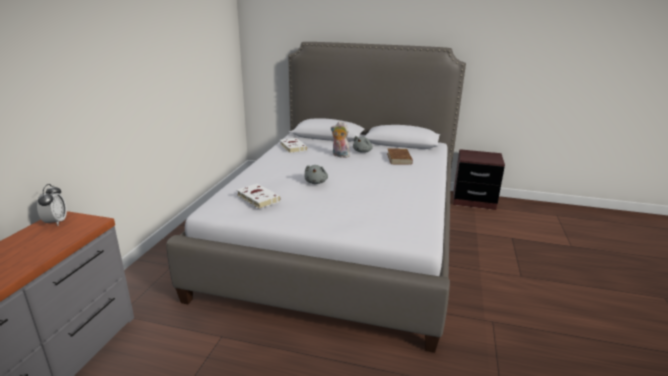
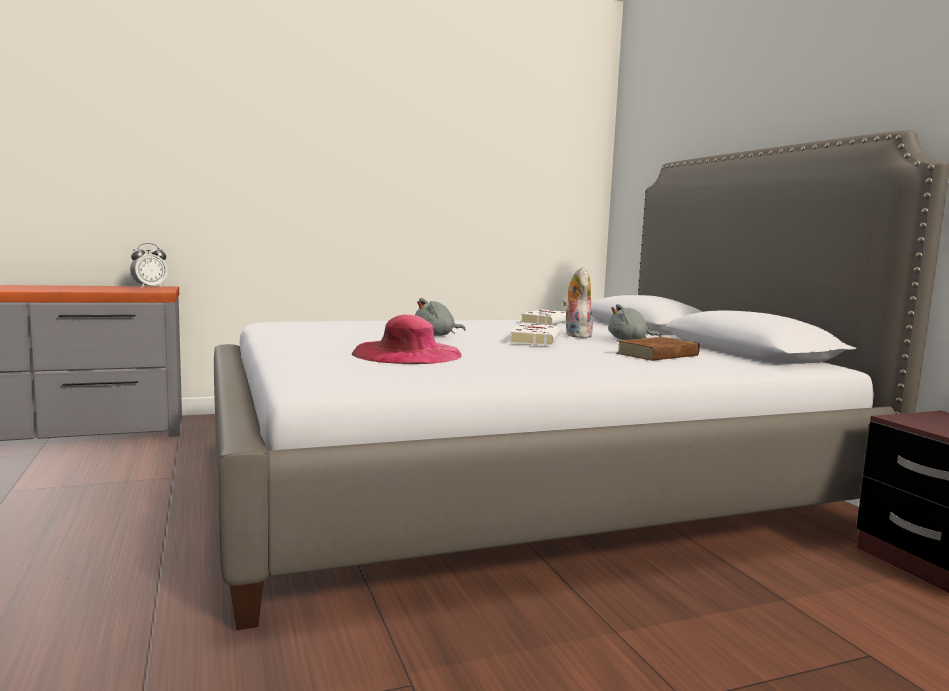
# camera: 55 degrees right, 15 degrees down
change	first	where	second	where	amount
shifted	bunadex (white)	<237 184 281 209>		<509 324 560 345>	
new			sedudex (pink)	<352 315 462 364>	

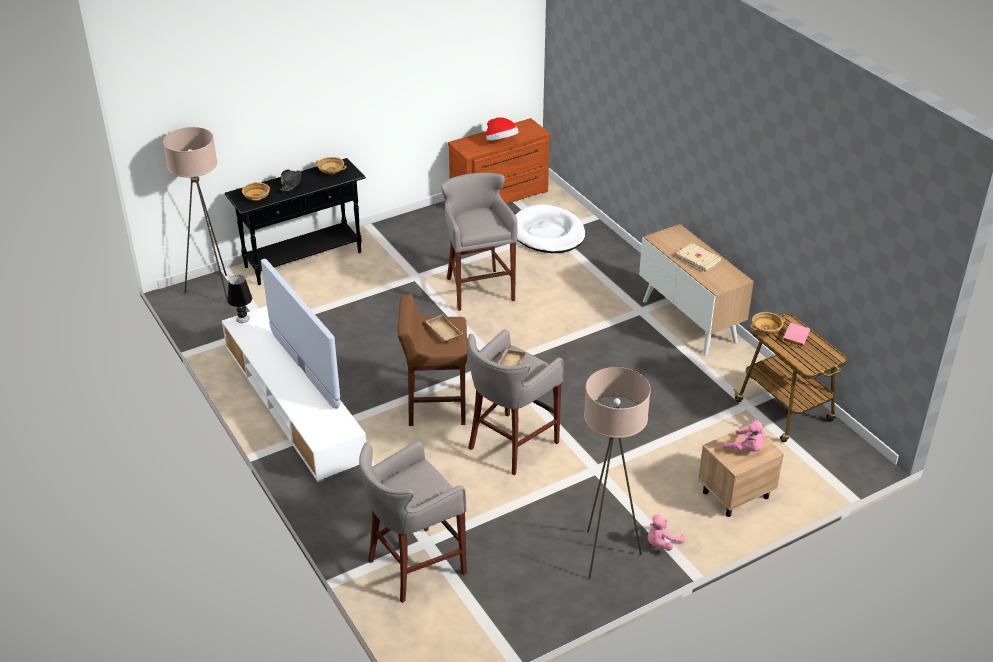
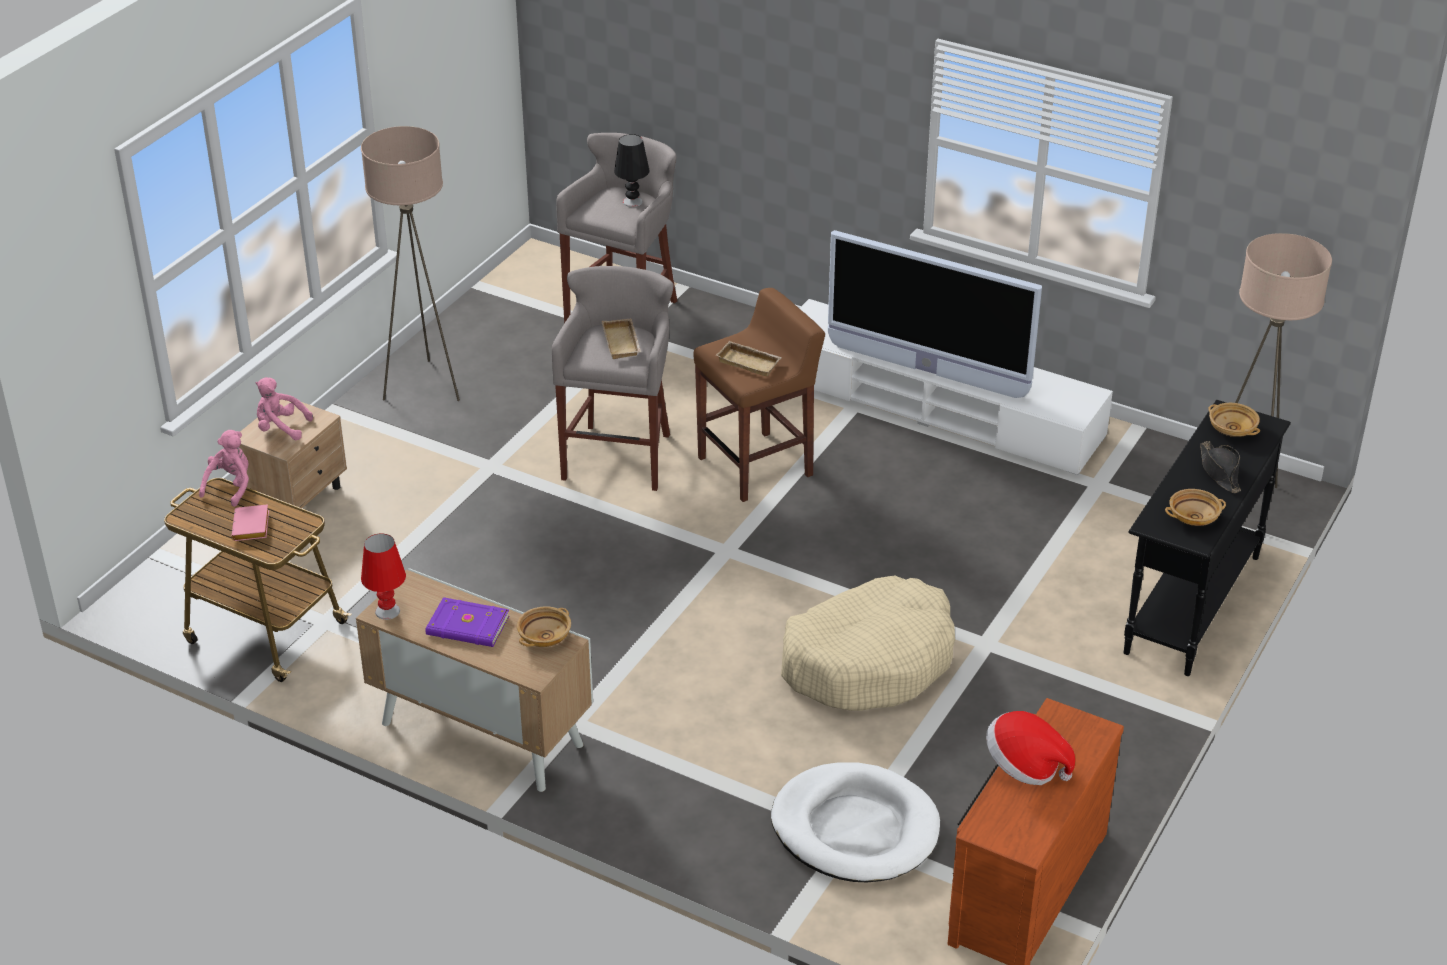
# camera: 150 degrees right, 0 degrees up
change	first	where	second	where	amount
swapped	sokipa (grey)	<441 173 517 311>	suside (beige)	<781 575 955 711>	
repainted	bunadex (beige)	<676 243 722 272>	bunadex (purple)	<425 597 509 647>	
shifted	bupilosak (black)	<228 275 252 323>		<614 134 649 207>	
shifted	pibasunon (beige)	<750 312 785 334>		<517 606 571 647>	
shifted	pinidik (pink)	<647 514 685 551>		<199 430 249 507>	
new			bupilosak (red)	<361 533 406 620>	

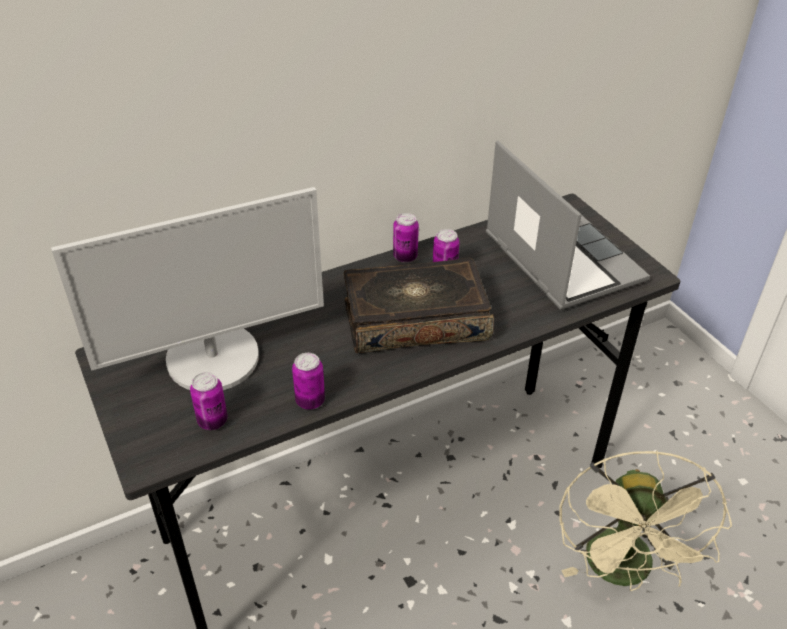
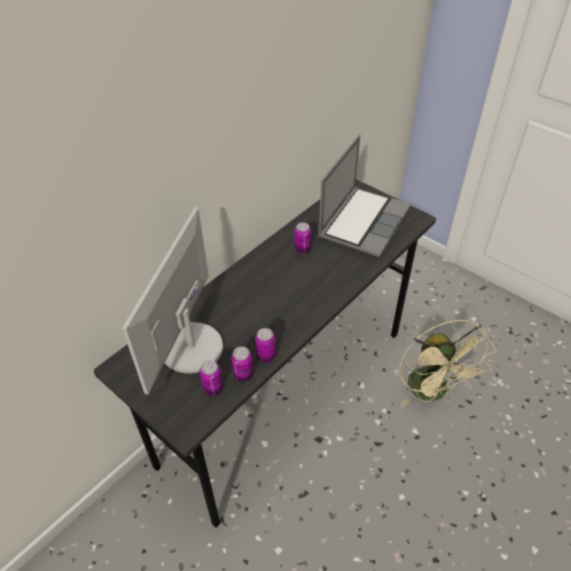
# camera: 20 degrees left, 5 degrees up
change	first	where	second	where	amount
rotated	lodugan	<486 141 650 310>		<318 135 411 257>	75 degrees clockwise
rotated	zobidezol	<51 187 324 390>		<122 207 223 395>	150 degrees clockwise
shifted	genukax	<393 213 419 263>		<231 347 253 382>	
gone	bunadex	<344 258 494 353>			

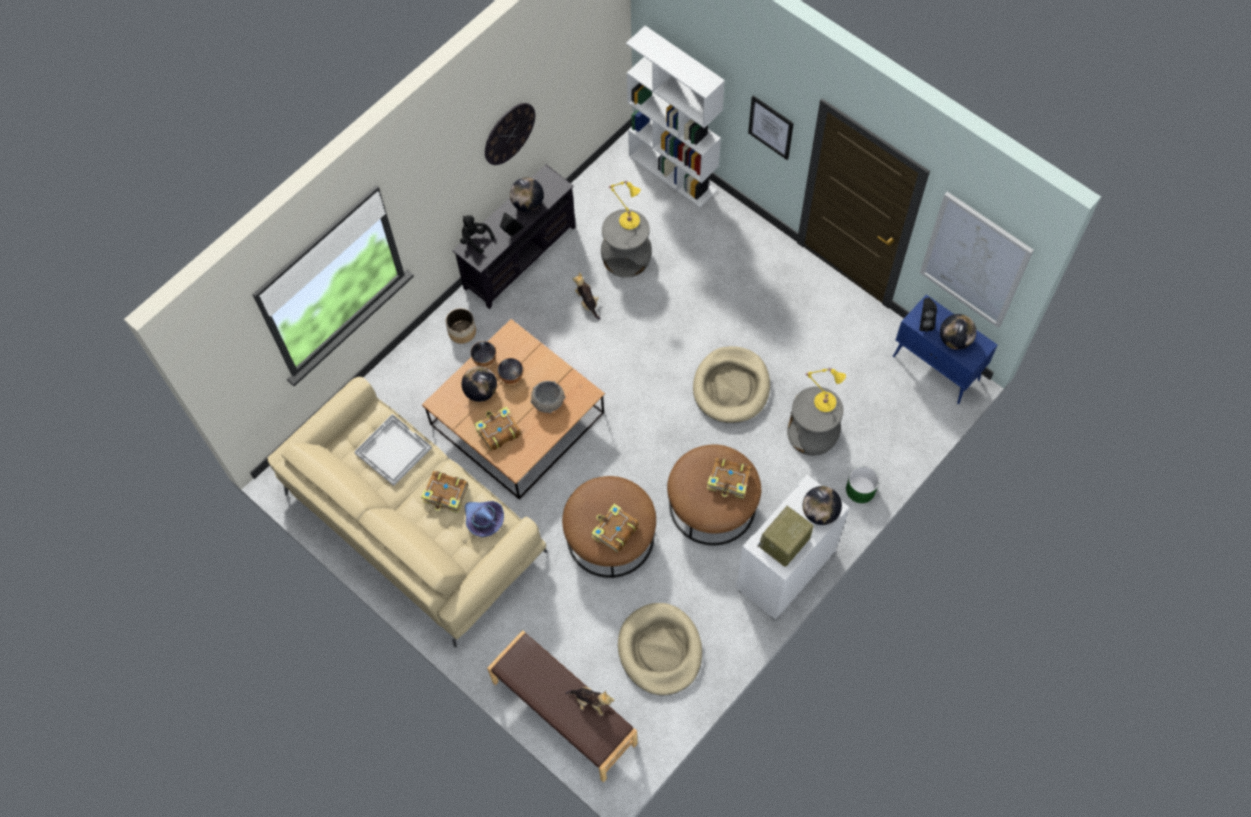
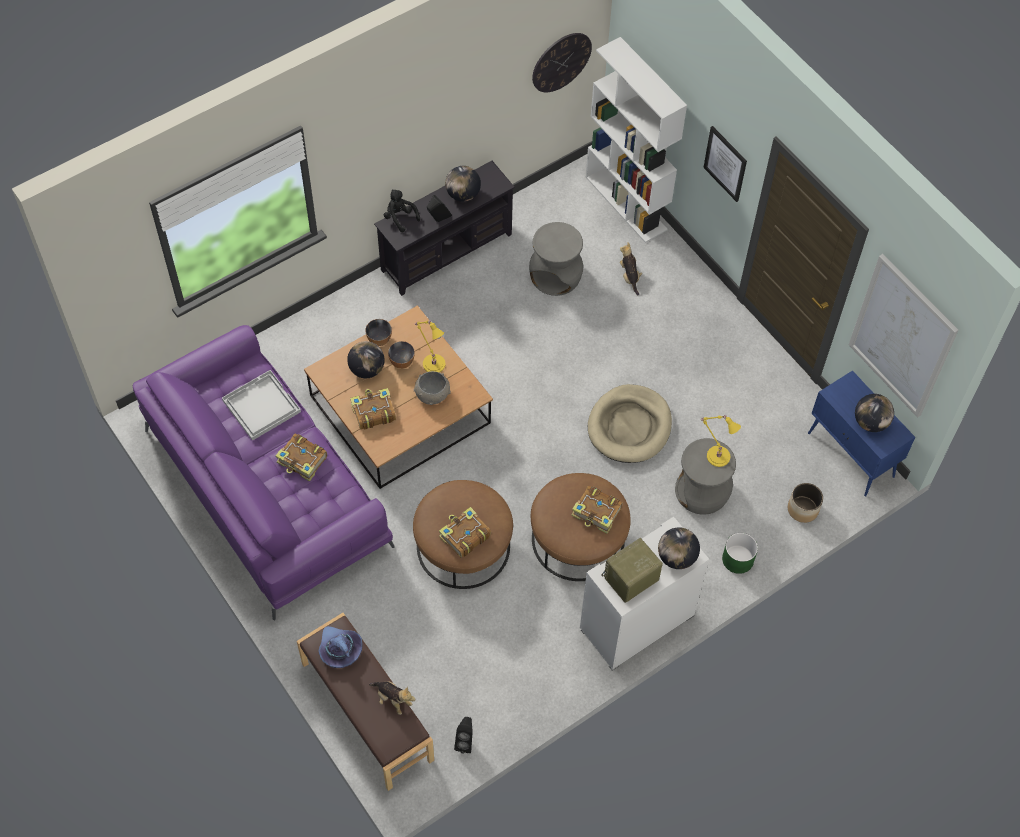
# camera: 10 degrees right, 5 degrees down
change	first	where	second	where	amount
shifted	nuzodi	<485 103 535 165>		<532 33 592 92>	
shifted	bupilosak (yellow)	<608 181 641 230>		<414 321 445 373>	
shifted	pinidik	<573 272 600 320>		<620 242 642 295>	
shifted	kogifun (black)	<920 298 937 332>		<454 717 473 754>	
shifted	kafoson	<446 308 476 344>		<788 483 823 523>	
repainted	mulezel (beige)	<267 377 548 648>	mulezel (purple)	<133 325 394 620>	
shifted	sedudex (purple)	<465 501 504 537>		<318 626 362 668>	
gone	suside (beige)	<618 603 702 696>			

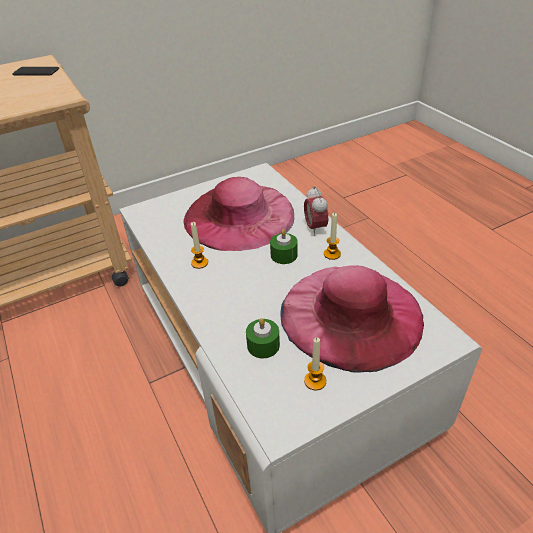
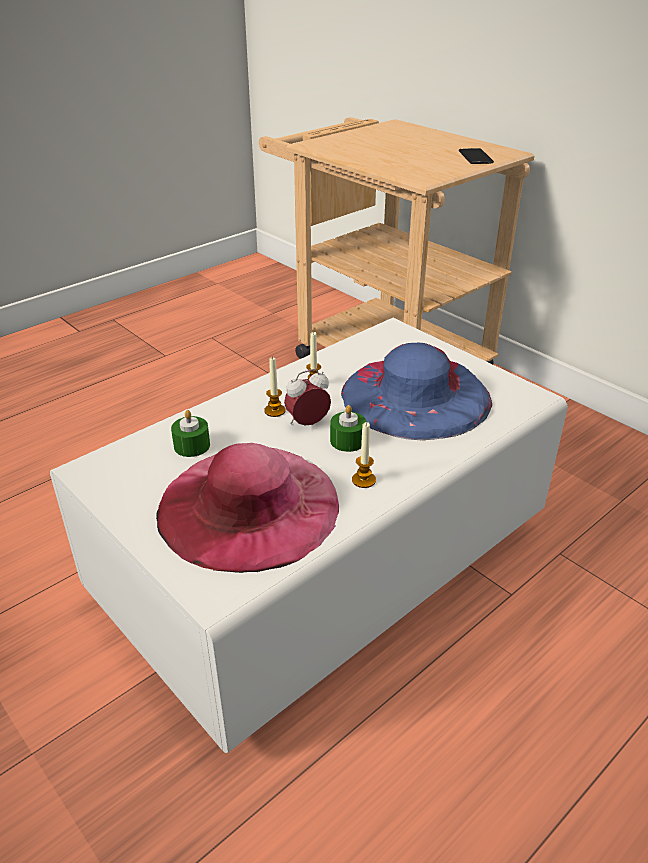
# camera: 75 degrees right, 5 degrees down
change	first	where	second	where	amount
repainted	sedudex (pink)	<183 177 294 251>	sedudex (blue)	<341 343 492 440>	
shifted	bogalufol	<304 186 328 236>		<284 369 331 425>	
shifted	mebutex	<304 338 326 390>		<264 356 285 417>	

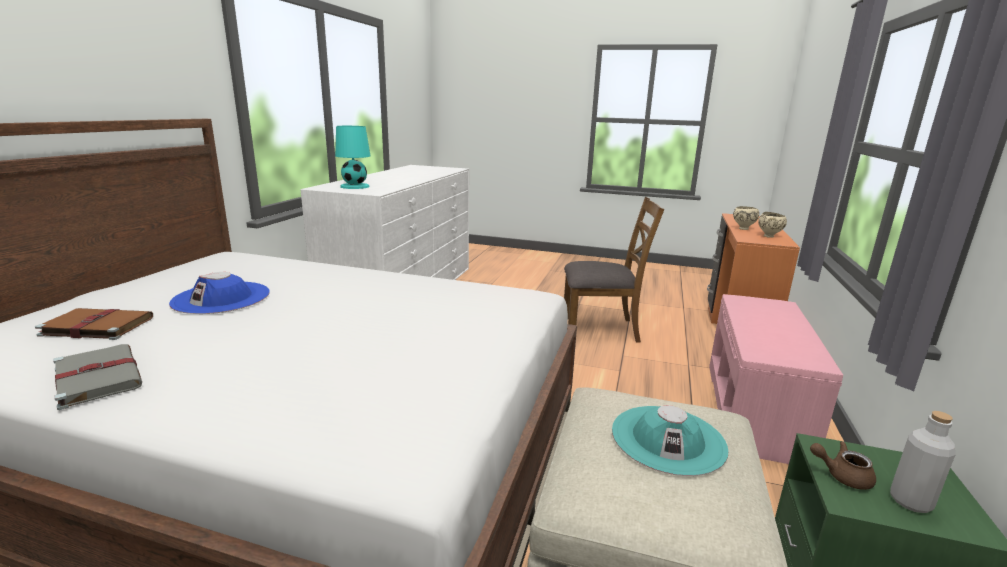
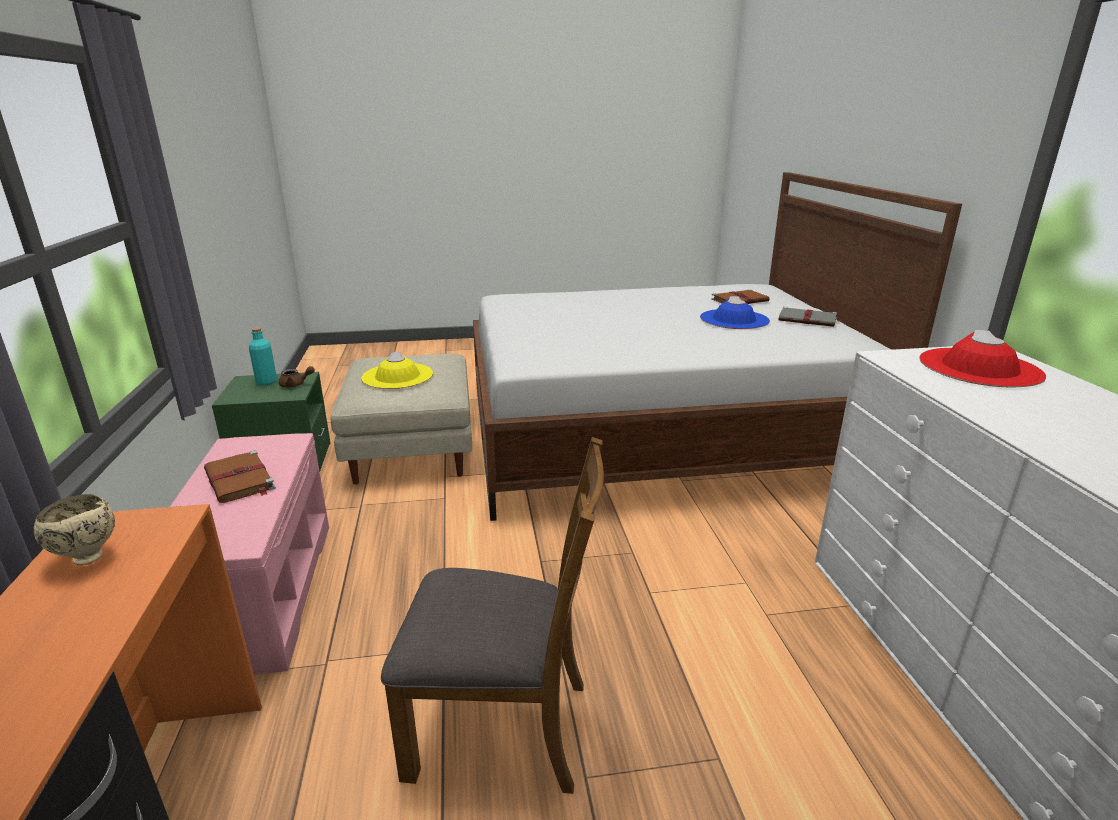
# camera: 155 degrees right, 5 degrees up
change	first	where	second	where	amount
swapped	bupilosak (turquoise)	<335 126 370 189>	sedudex (red)	<919 330 1046 387>	
rotated	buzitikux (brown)	<564 197 664 343>		<381 437 604 794>	150 degrees counterclockwise
gone	pibasunon (beige)	<733 206 759 230>			
shifted	bunadex (grey)	<53 344 142 410>		<778 307 840 327>	
repainted	sedudex (turquoise)	<612 405 728 476>	sedudex (yellow)	<361 352 433 389>	
repainted	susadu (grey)	<890 411 955 513>	susadu (turquoise)	<249 327 277 385>	
new			bunadex (brown)	<204 450 276 503>	

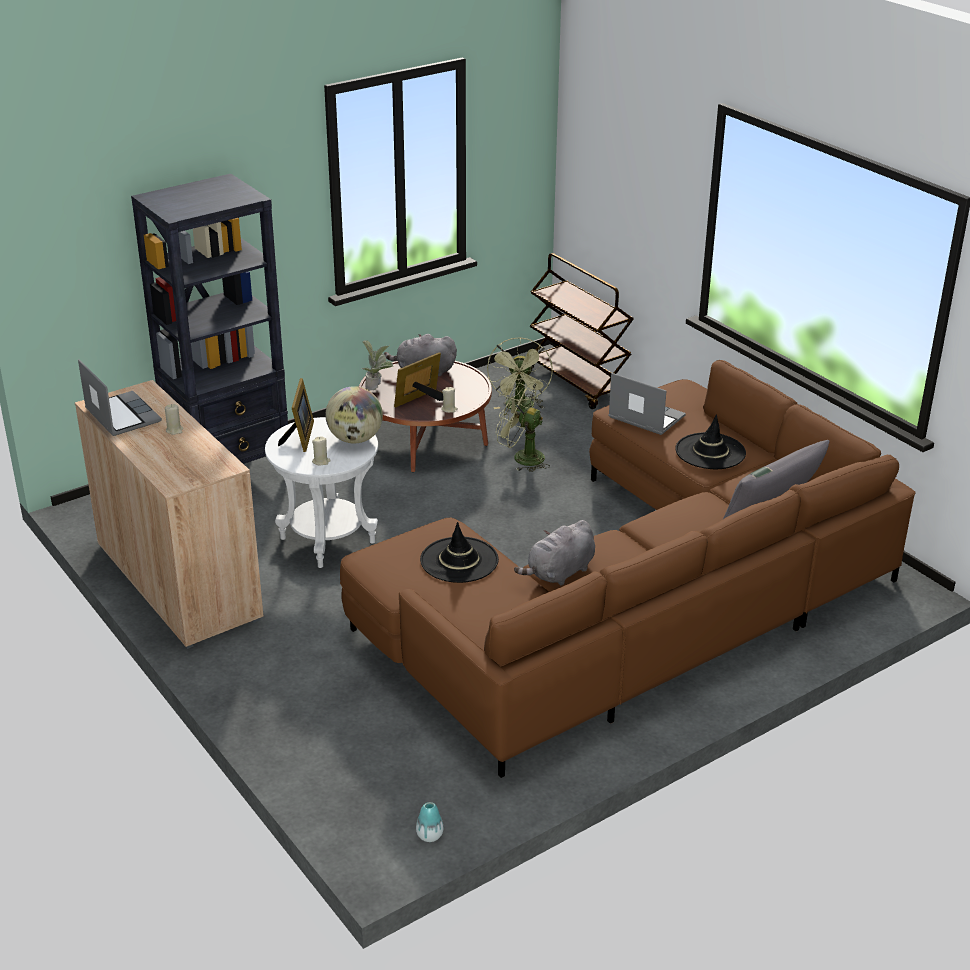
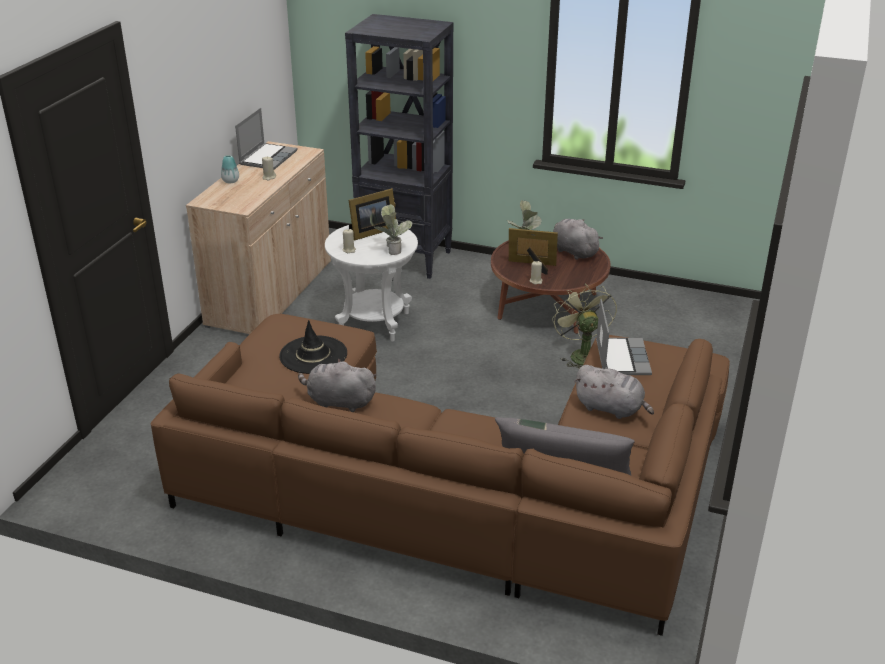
# camera: 55 degrees right, 0 degrees up
change	first	where	second	where	amount
gone	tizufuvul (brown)	<530 253 634 409>			
gone	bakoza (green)	<487 338 553 411>			
swapped	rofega	<325 386 383 444>	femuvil	<375 204 413 255>	
swapped	sedudex (black)	<675 414 746 469>	pinidik (grey)	<574 365 654 419>	
shifted	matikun	<416 802 443 842>		<221 155 239 183>	

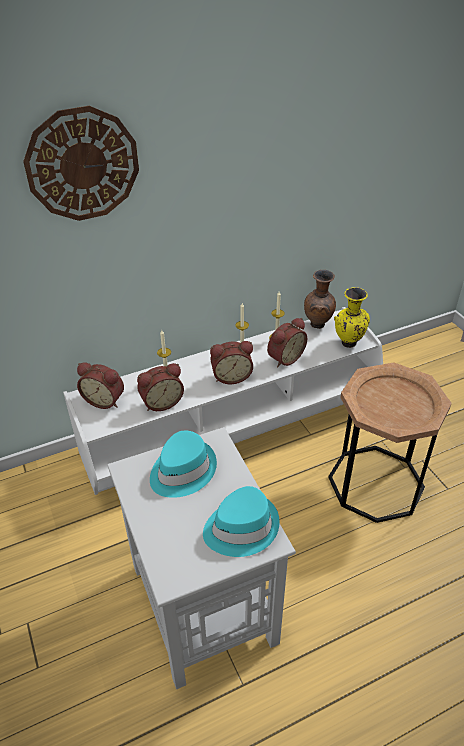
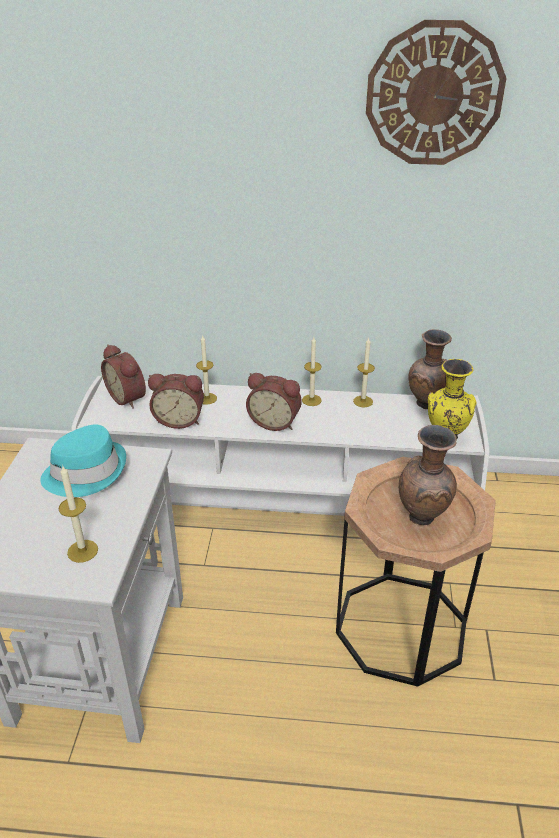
# camera: 30 degrees right, 5 degrees down
change	first	where	second	where	amount
shifted	nuzodi	<23 106 139 221>		<366 20 507 165>	
gone	bogalufol	<267 318 307 367>			
swapped	sedudex (turquoise)	<203 486 279 557>	mebutex	<58 465 98 563>	
new			matikun (brown)	<399 425 457 525>	

